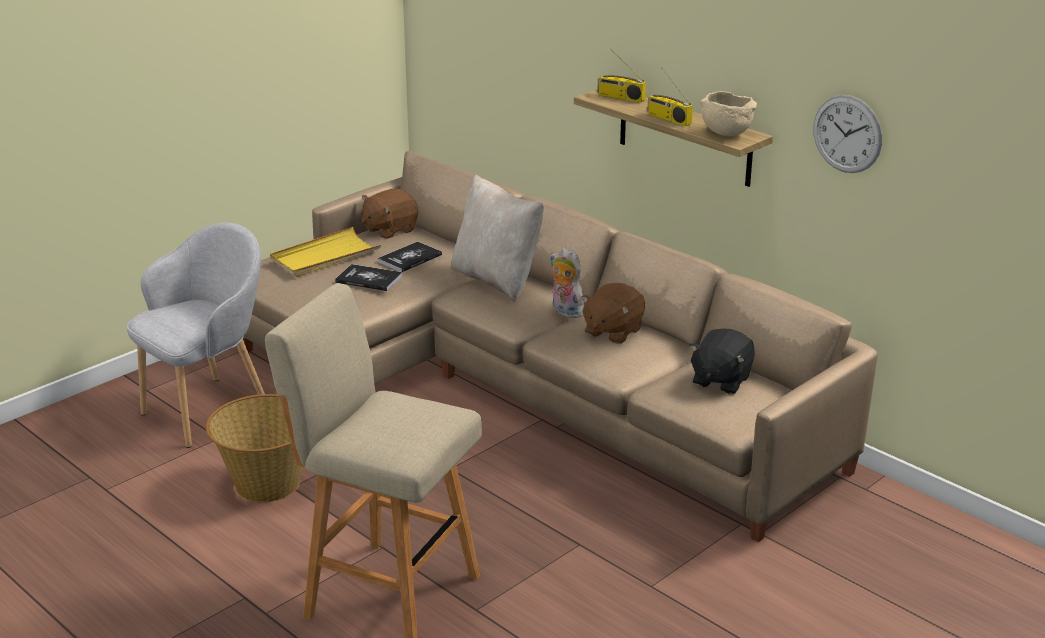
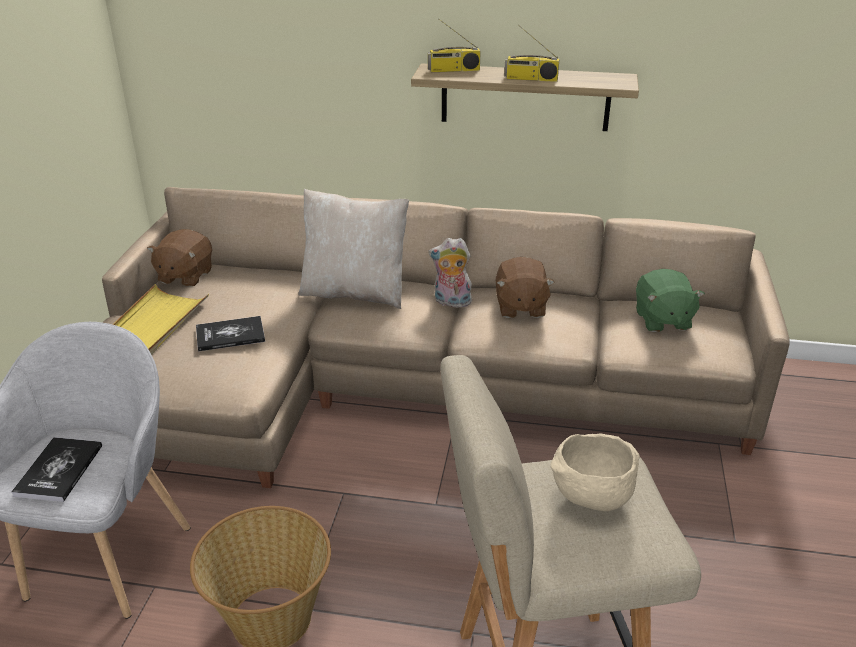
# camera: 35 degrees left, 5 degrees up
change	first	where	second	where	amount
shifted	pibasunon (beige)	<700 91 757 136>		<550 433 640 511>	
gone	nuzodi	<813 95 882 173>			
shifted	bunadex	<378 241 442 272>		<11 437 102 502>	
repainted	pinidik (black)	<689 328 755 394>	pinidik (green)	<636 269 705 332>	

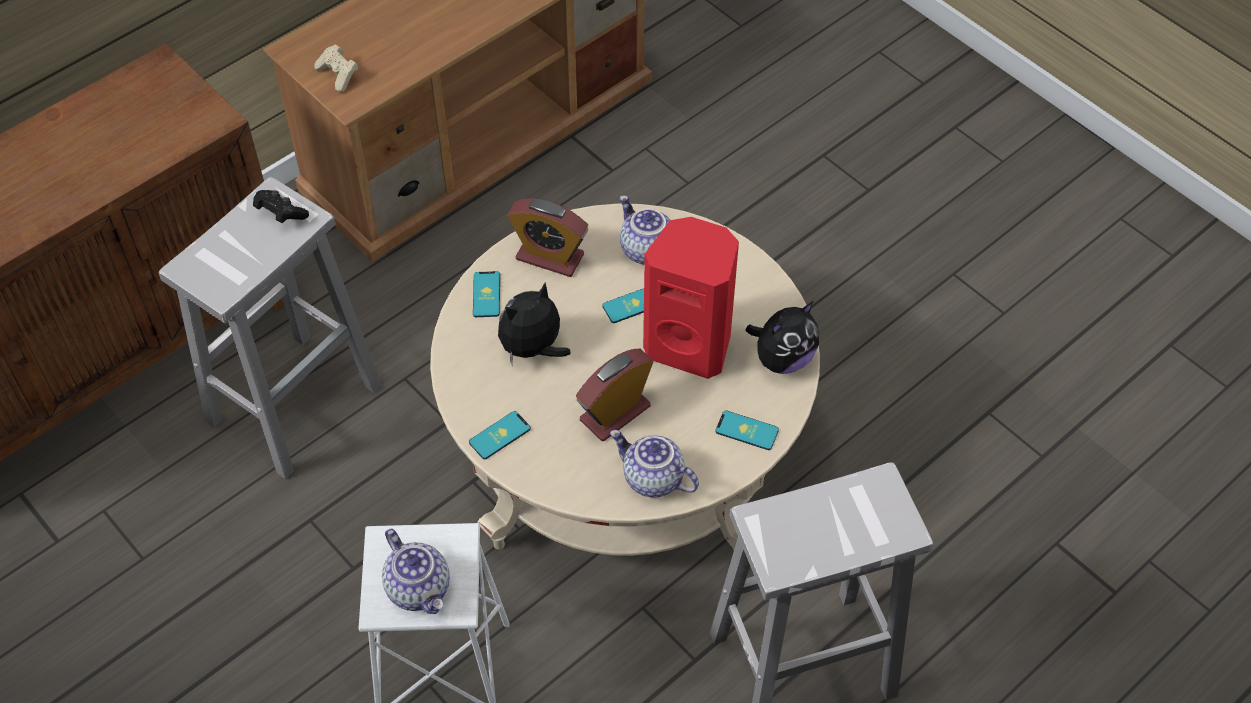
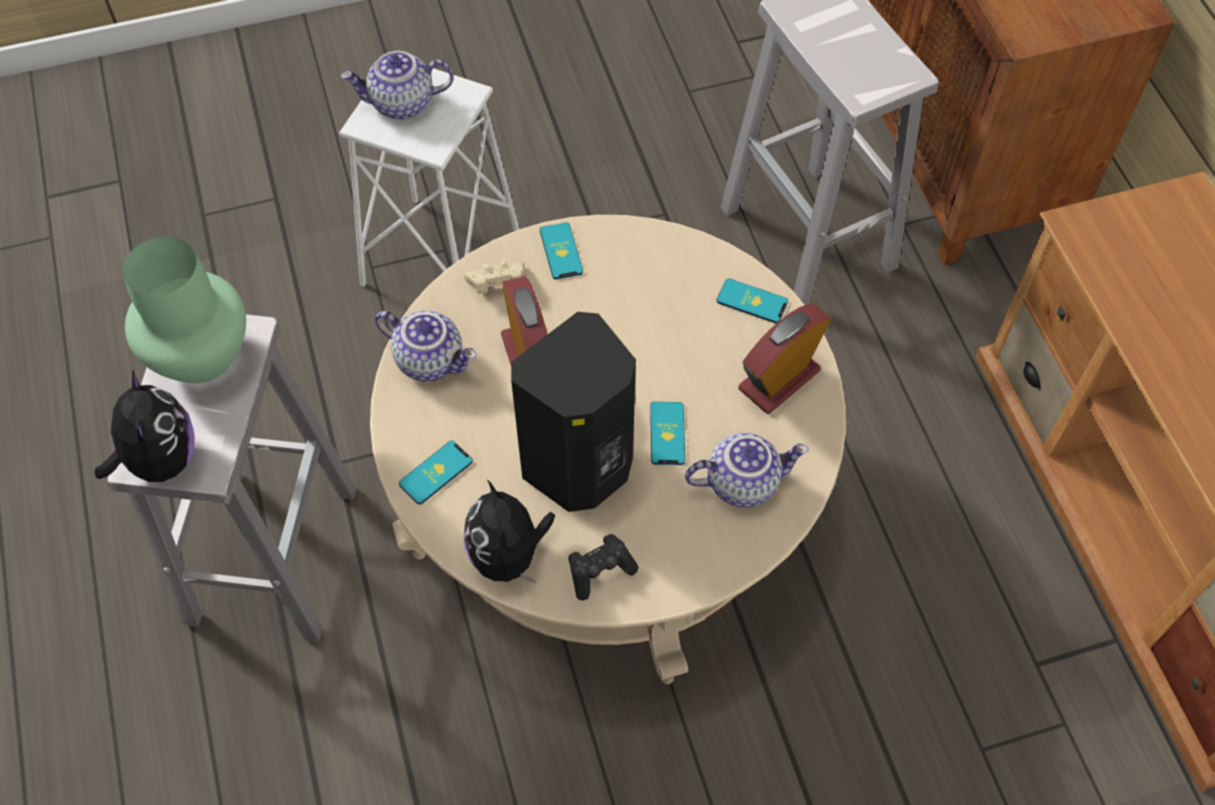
# camera: 115 degrees right, 5 degrees up
change	first	where	second	where	amount
shifted	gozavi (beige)	<314 44 358 92>		<464 260 524 294>	
shifted	gozavi (black)	<253 190 309 223>		<568 534 638 600>	
repainted	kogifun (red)	<643 217 739 379>	kogifun (black)	<511 312 636 512>	
shifted	pinidik	<498 282 571 364>		<95 369 195 482>	
rotated	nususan	<610 430 699 498>		<375 310 476 382>	60 degrees clockwise
new			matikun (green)	<123 237 246 383>	

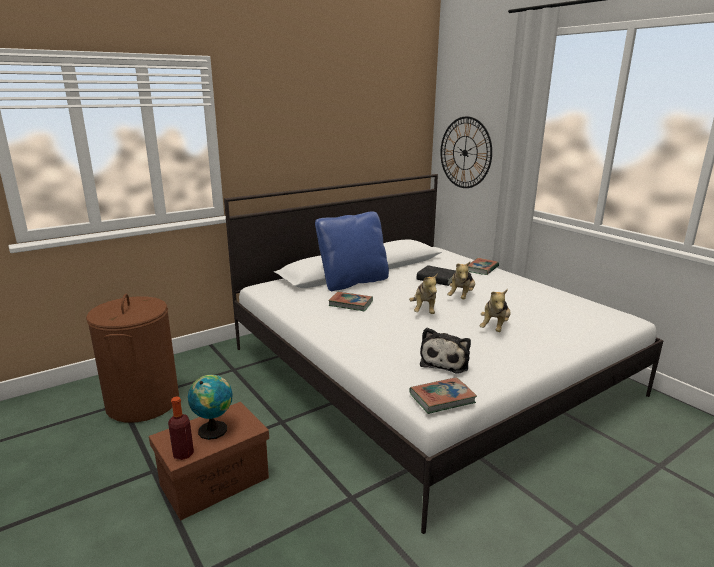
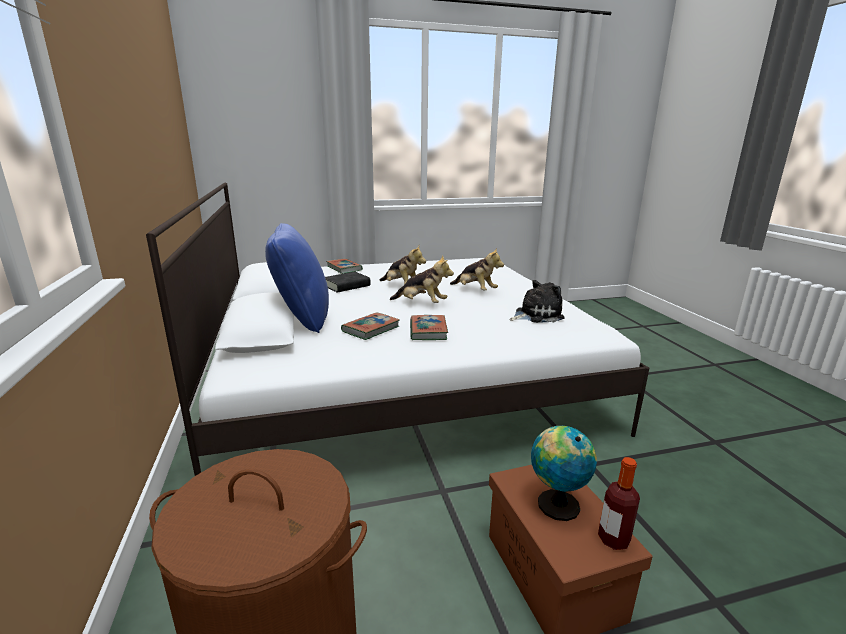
# camera: 70 degrees left, 0 degrees up
change	first	where	second	where	amount
gone	nuzodi	<440 116 492 188>			
rotated	pinidik	<420 328 471 373>		<509 280 565 323>	60 degrees counterclockwise
shifted	bunadex	<409 377 477 414>		<410 315 448 340>	

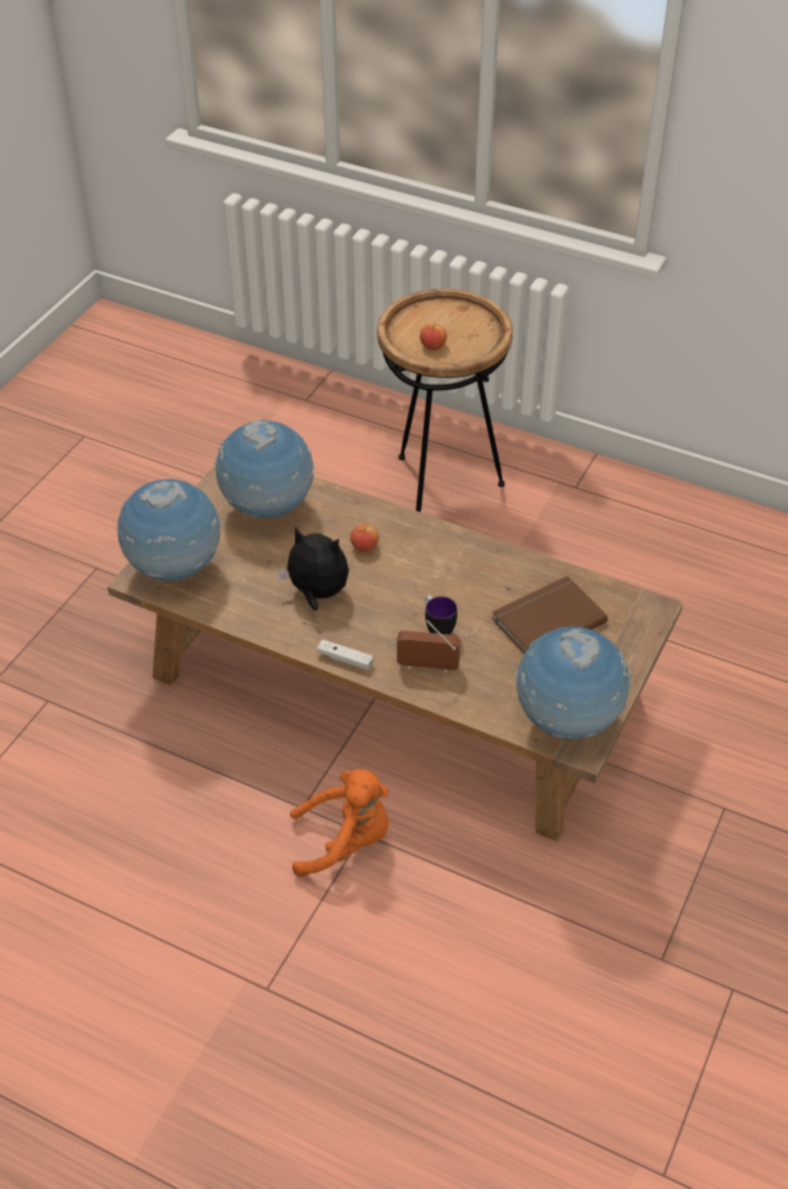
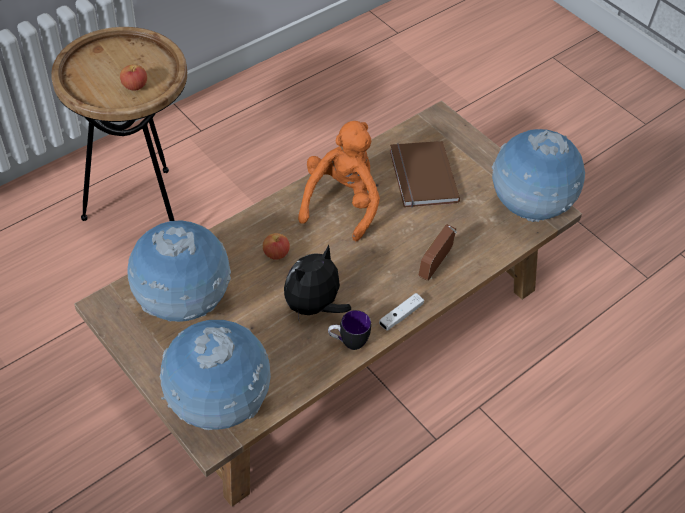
# camera: 70 degrees left, 5 degrees up
change	first	where	second	where	amount
shifted	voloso	<425 595 457 635>		<328 310 371 350>	
shifted	pinidik (orange)	<290 769 389 877>		<298 121 380 241>	

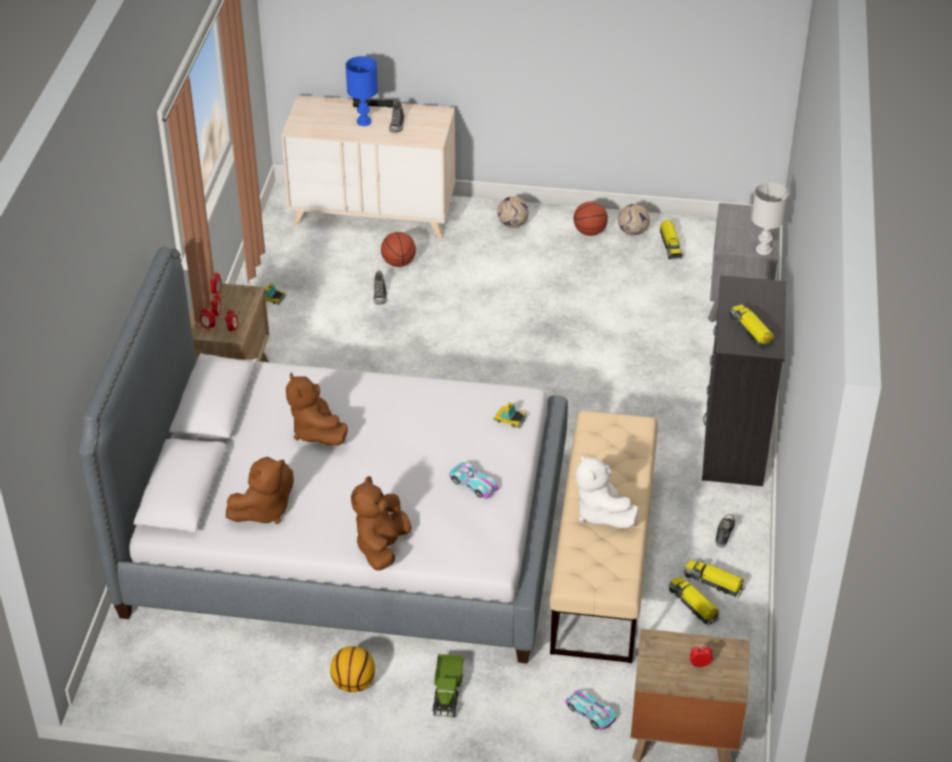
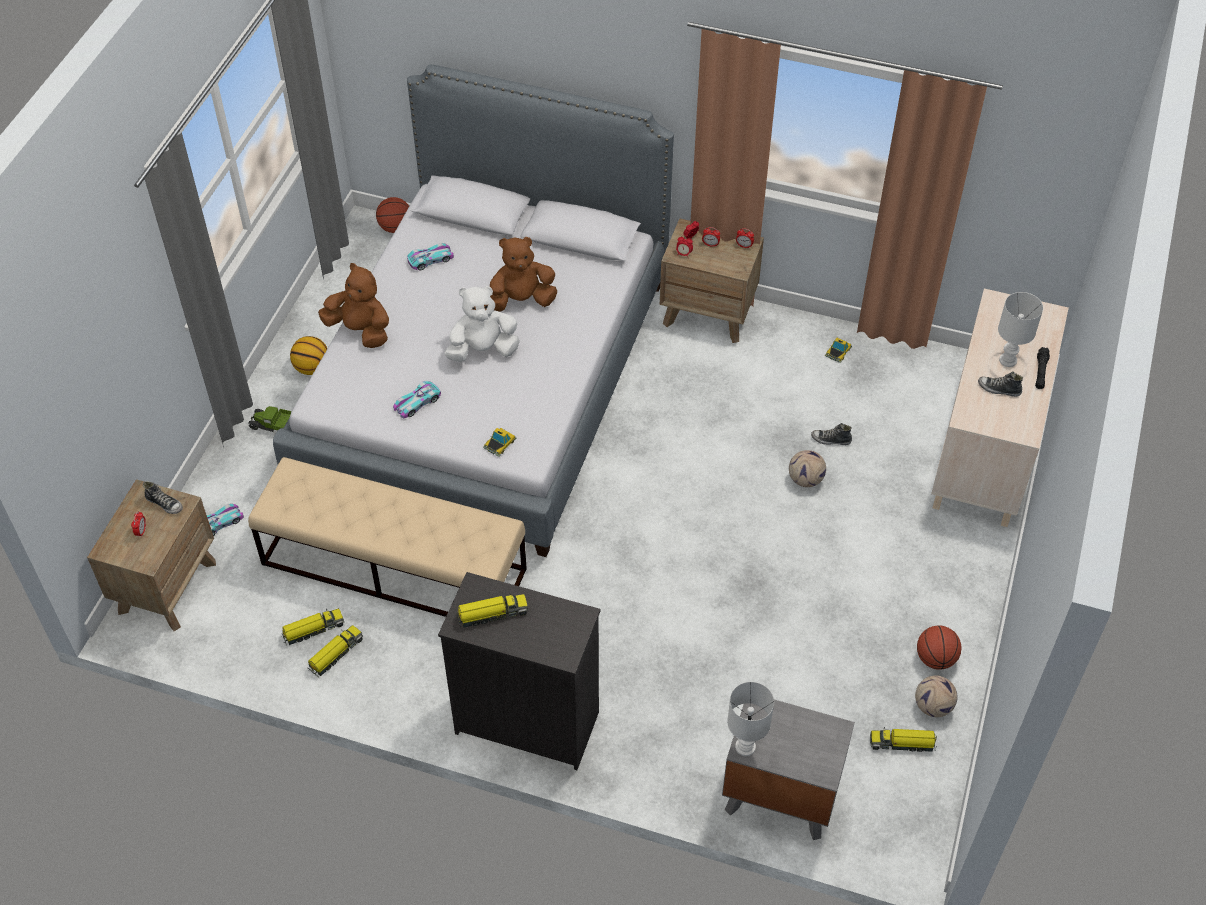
# camera: 100 degrees right, 10 degrees up
change	first	where	second	where	amount
repainted	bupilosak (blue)	<346 56 378 126>	bupilosak (white)	<998 292 1043 367>	
shifted	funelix	<497 196 529 228>		<789 450 826 487>	
shifted	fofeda	<381 232 416 267>		<376 197 409 233>	
shifted	pinidik (white)	<576 454 638 528>		<444 286 520 362>	
swapped	pinidik (brown)	<226 457 294 524>	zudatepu	<407 243 454 271>	
shifted	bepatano	<715 514 735 548>		<143 481 183 514>	

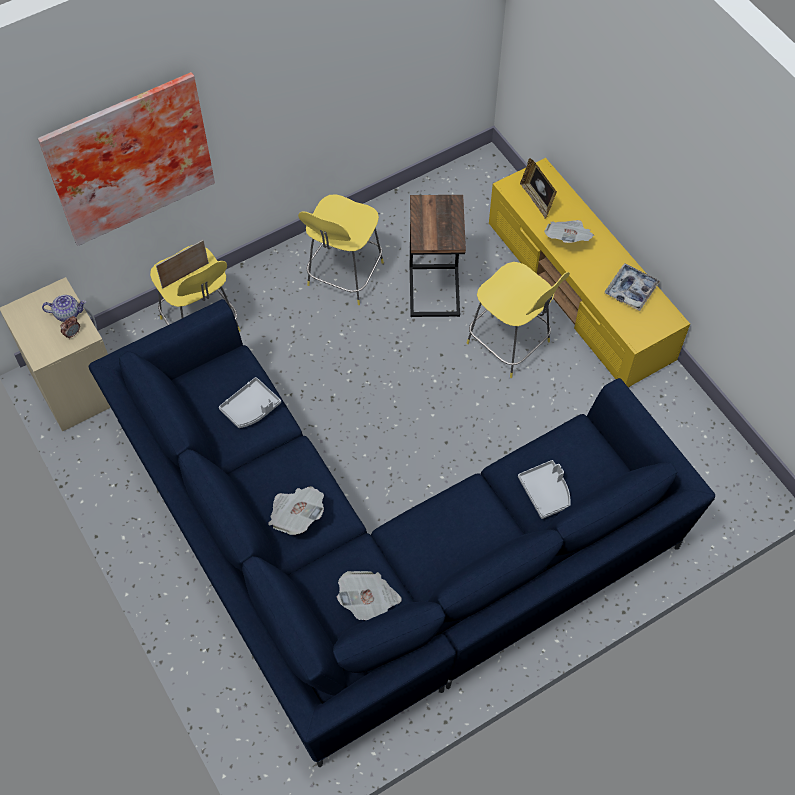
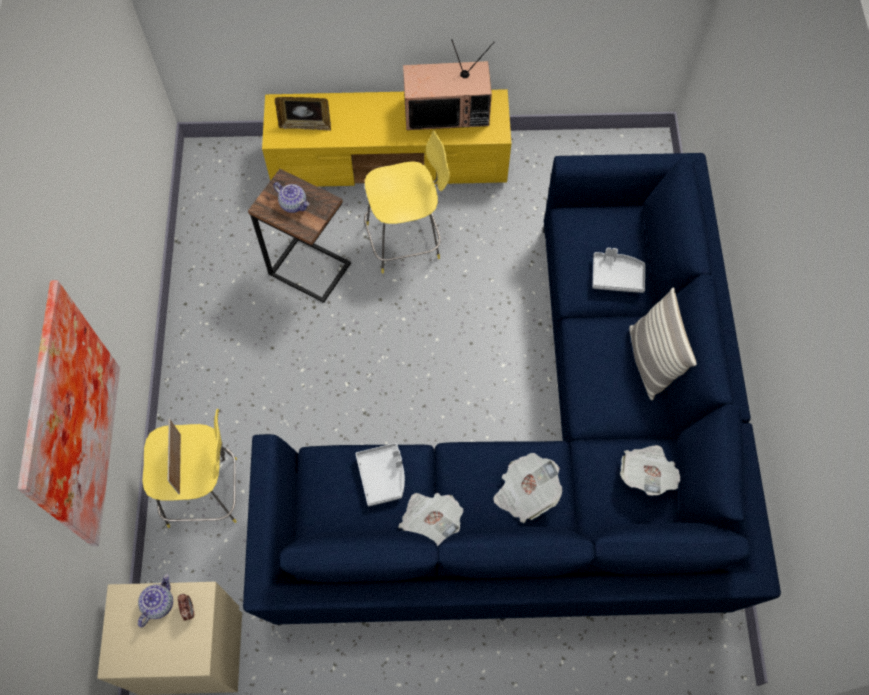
# camera: 60 degrees left, 5 degrees up
change	first	where	second	where	amount
gone	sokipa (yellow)	<298 194 384 305>			
shifted	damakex	<544 220 594 243>		<398 493 464 546>	
swapped	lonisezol	<605 263 660 311>	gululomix	<403 39 495 130>	
new			nususan	<273 182 309 213>	
new			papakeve	<629 287 697 401>	

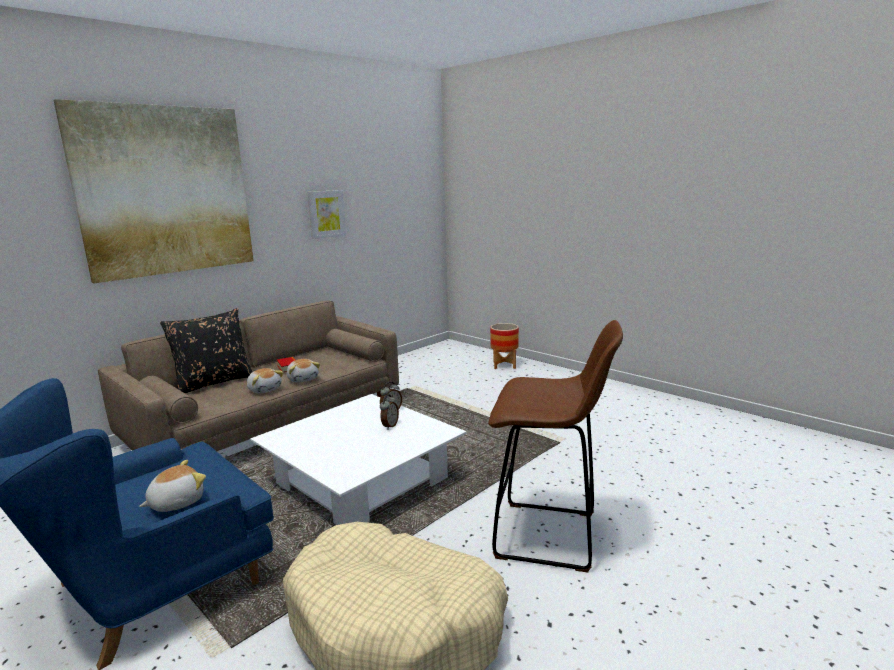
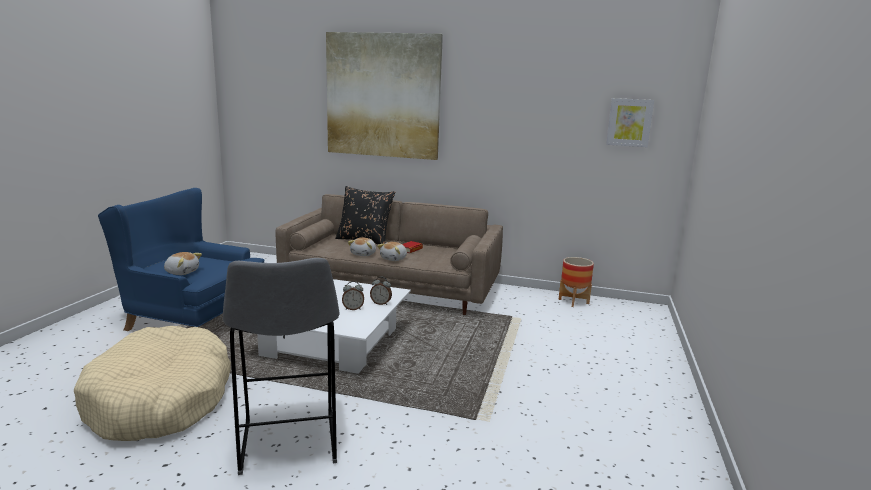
# camera: 60 degrees right, 0 degrees up
change	first	where	second	where	amount
shifted	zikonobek	<308 190 346 239>		<606 98 654 147>	
repainted	sokipa (brown)	<488 320 623 573>	sokipa (grey)	<223 258 340 475>	
shifted	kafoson	<490 323 519 369>		<558 257 594 307>	

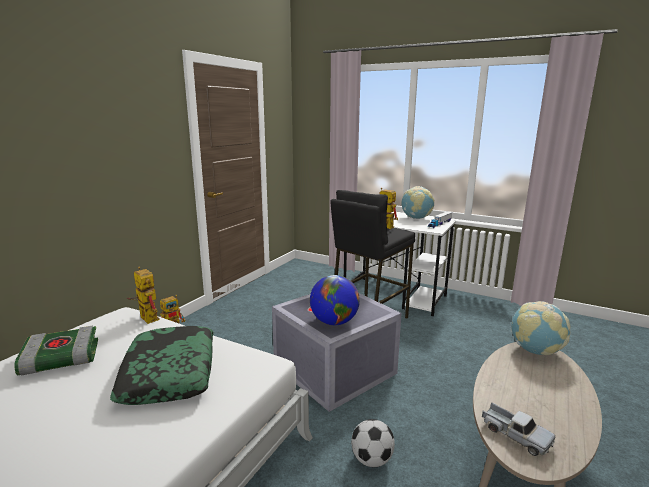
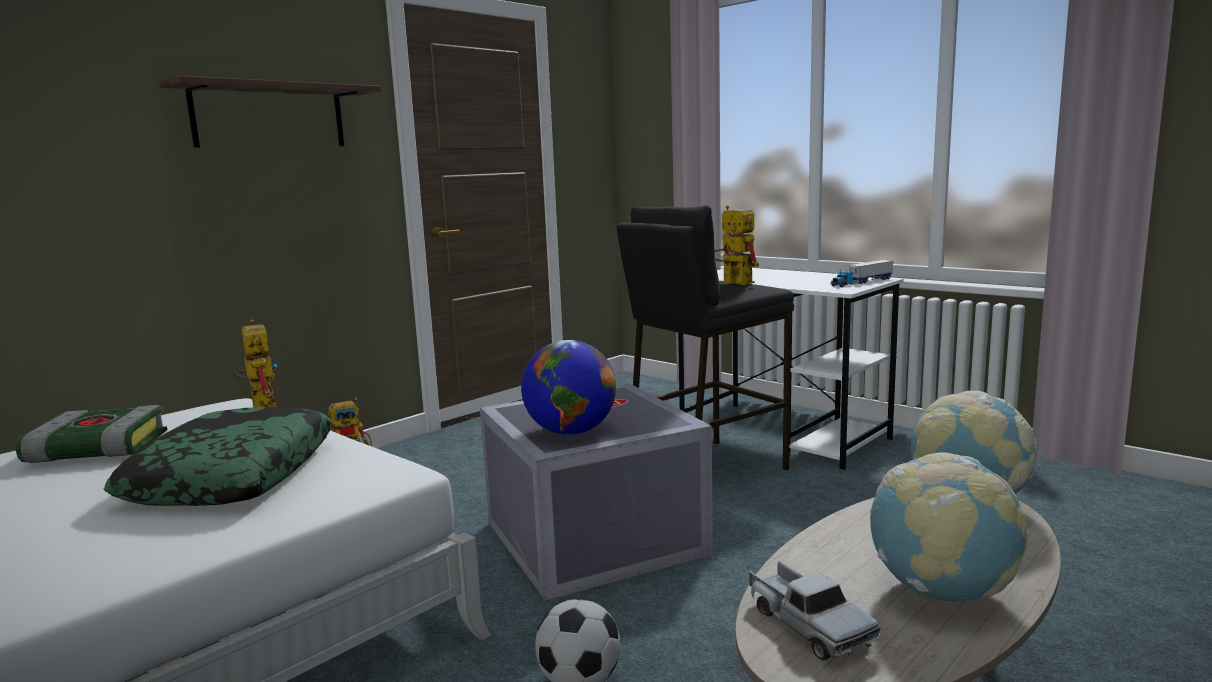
# camera: 15 degrees right, 5 degrees down
change	first	where	second	where	amount
shifted	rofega	<401 186 434 219>		<870 452 1028 601>	
new			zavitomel	<159 75 381 148>	

